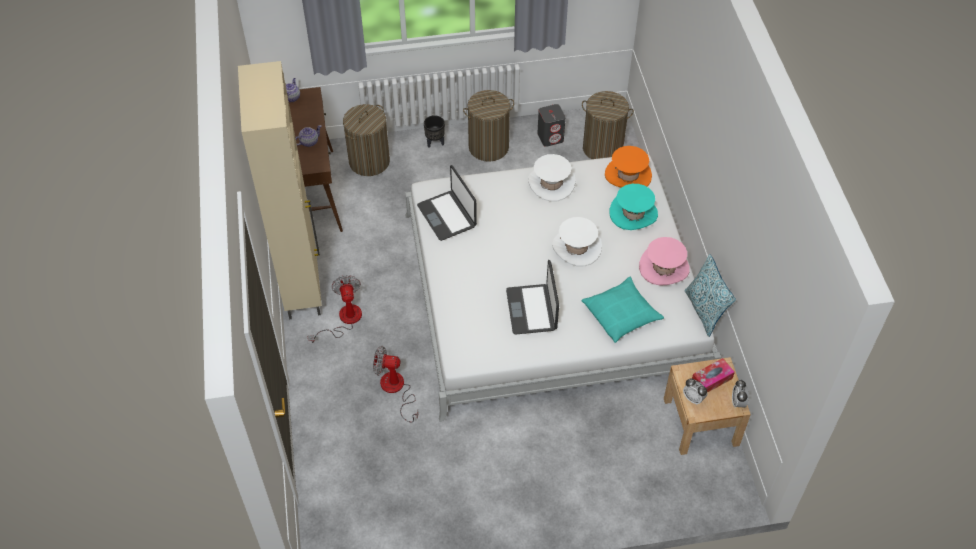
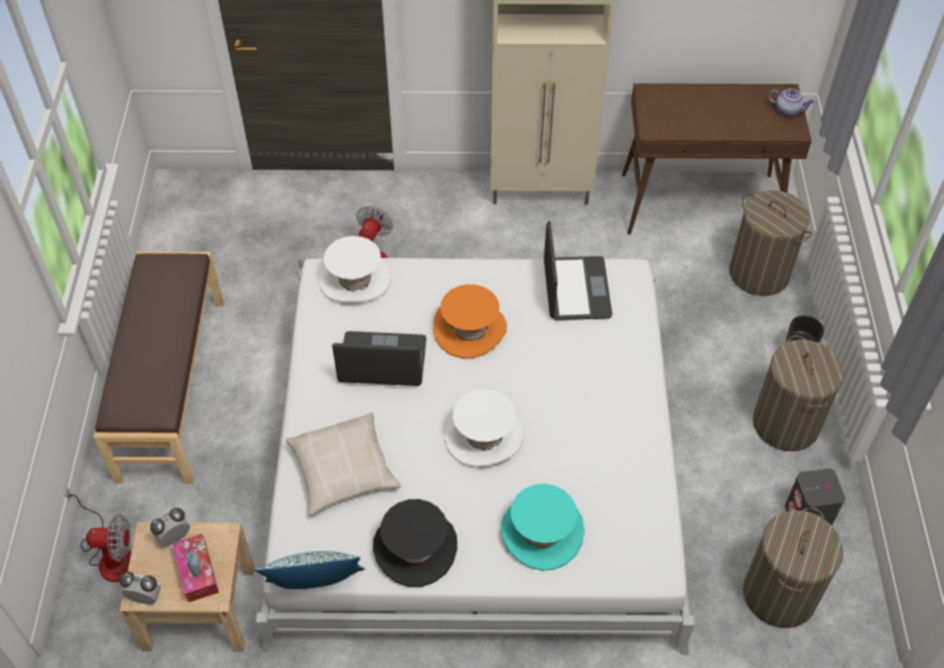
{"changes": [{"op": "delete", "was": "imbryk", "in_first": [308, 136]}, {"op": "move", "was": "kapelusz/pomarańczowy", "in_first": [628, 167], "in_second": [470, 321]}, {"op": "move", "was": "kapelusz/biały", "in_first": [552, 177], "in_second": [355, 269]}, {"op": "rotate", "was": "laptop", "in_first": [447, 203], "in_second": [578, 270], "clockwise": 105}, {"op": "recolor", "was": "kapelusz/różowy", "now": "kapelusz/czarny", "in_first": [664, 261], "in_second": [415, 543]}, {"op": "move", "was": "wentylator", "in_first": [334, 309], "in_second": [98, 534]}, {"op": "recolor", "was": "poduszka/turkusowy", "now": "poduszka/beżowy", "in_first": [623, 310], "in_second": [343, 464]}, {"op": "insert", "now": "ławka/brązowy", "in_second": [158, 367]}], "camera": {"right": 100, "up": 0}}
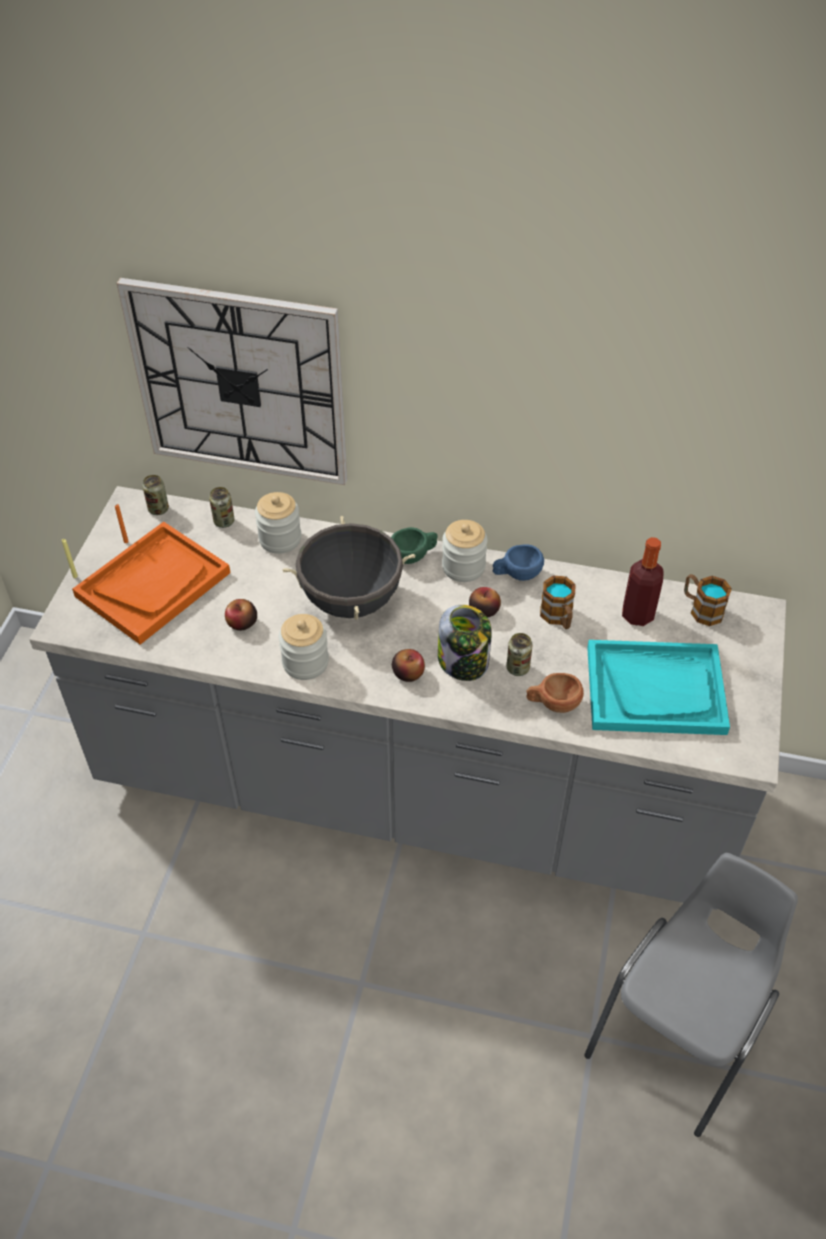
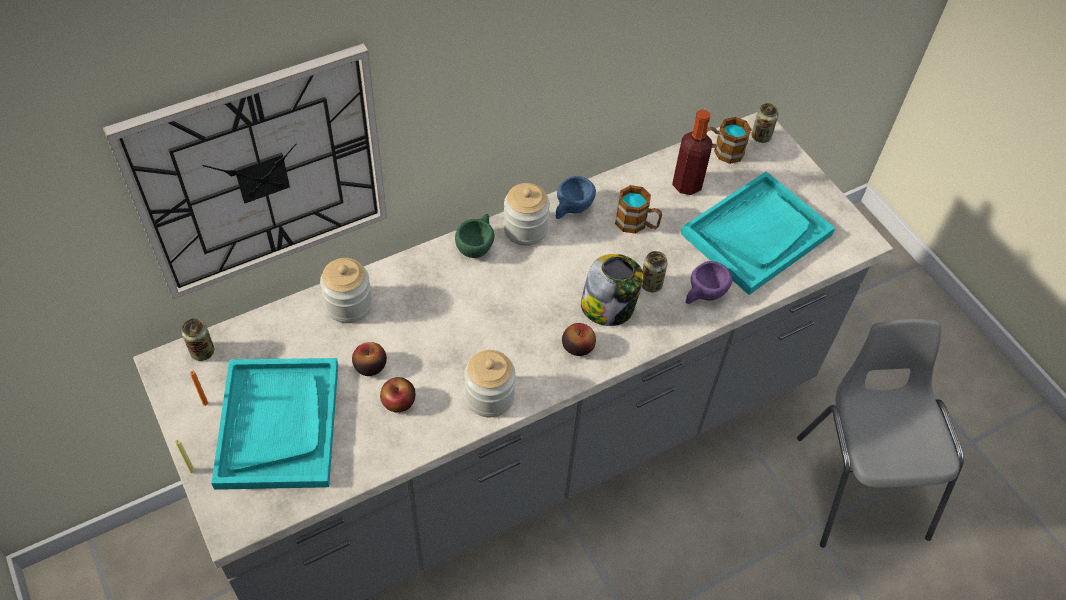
{"changes": [{"op": "move", "was": "puszka", "in_first": [221, 507], "in_second": [765, 123]}, {"op": "delete", "was": "garnek/czarny", "in_first": [349, 567]}, {"op": "recolor", "was": "taca/pomarańczowy", "now": "taca/turkusowy", "in_first": [151, 583], "in_second": [274, 424]}, {"op": "move", "was": "jabłko", "in_first": [485, 602], "in_second": [369, 359]}, {"op": "recolor", "was": "filiżanka/brązowy", "now": "filiżanka/fioletowy", "in_first": [555, 693], "in_second": [709, 282]}], "camera": {"right": -45, "up": 5}}
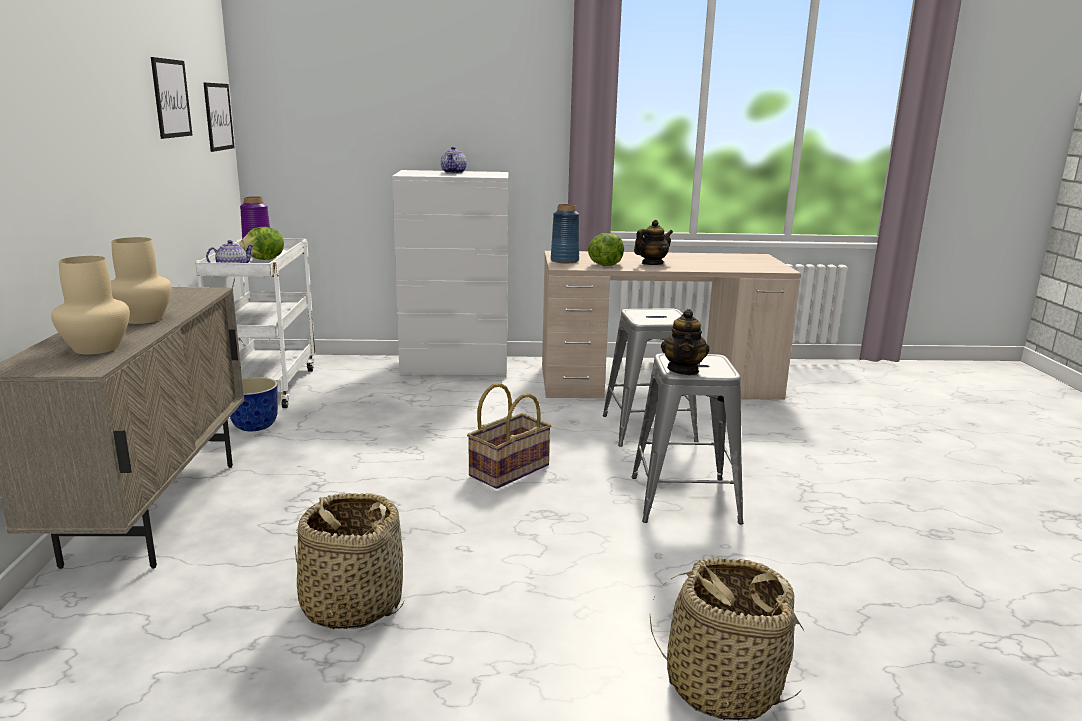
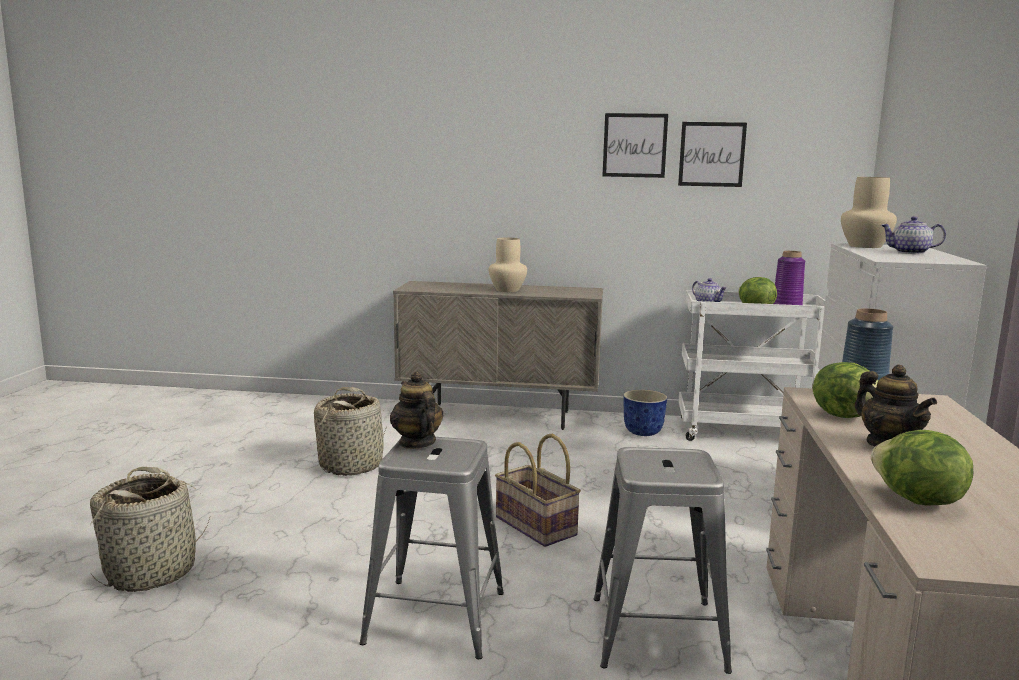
{"changes": [{"op": "move", "was": "obraz", "in_first": [219, 117], "in_second": [635, 145]}, {"op": "move", "was": "wazon/beżowy", "in_first": [90, 305], "in_second": [869, 212]}, {"op": "rotate", "was": "imbryk", "in_first": [685, 342], "in_second": [416, 410], "clockwise": 45}, {"op": "insert", "now": "sałata", "in_second": [922, 468]}], "camera": {"right": 100, "up": -5}}
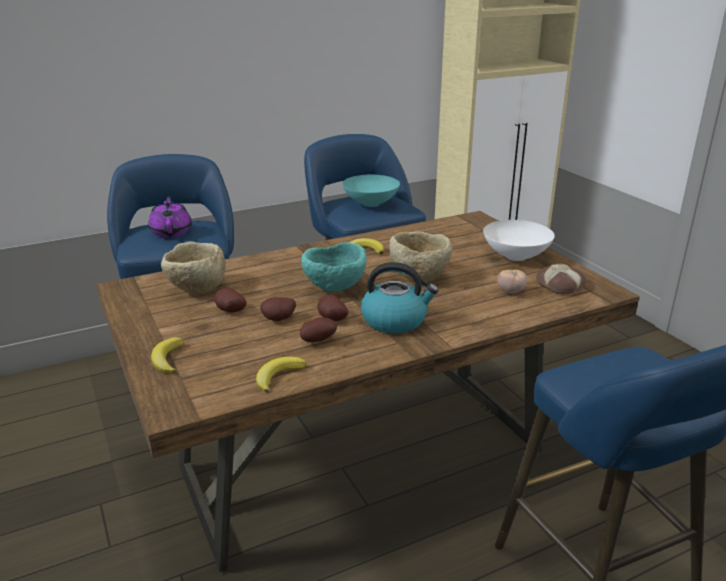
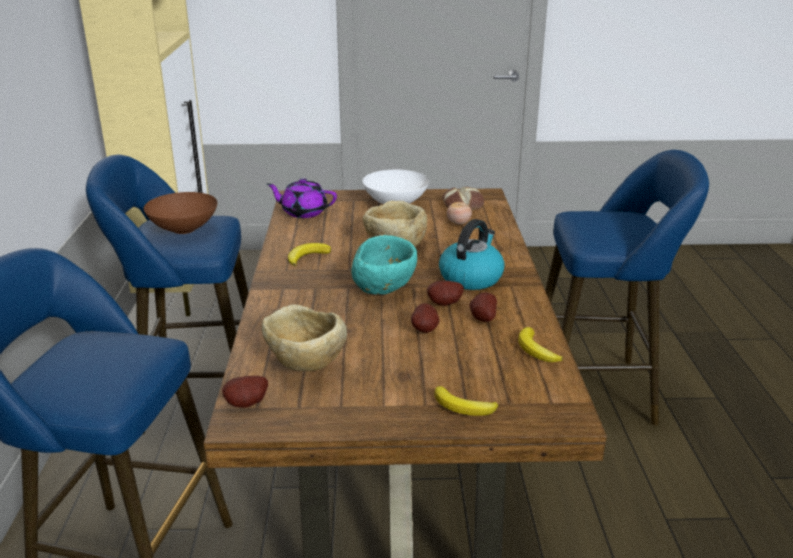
{"changes": [{"op": "recolor", "was": "miska/turkusowy", "now": "miska/brązowy", "in_first": [371, 191], "in_second": [180, 213]}, {"op": "move", "was": "imbryk/fioletowy", "in_first": [170, 217], "in_second": [301, 198]}, {"op": "move", "was": "ziemniak", "in_first": [230, 300], "in_second": [245, 392]}], "camera": {"right": -65, "up": 0}}
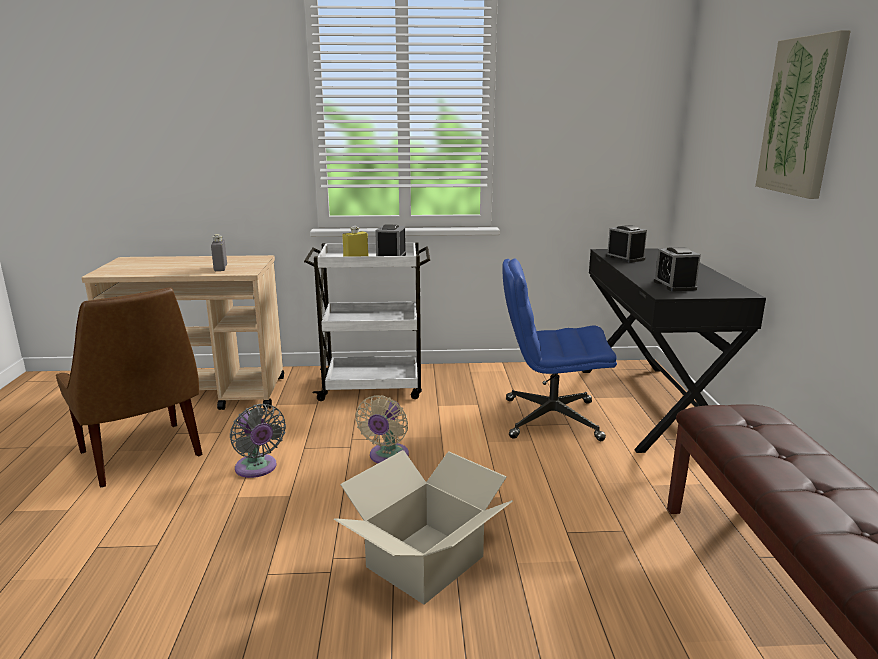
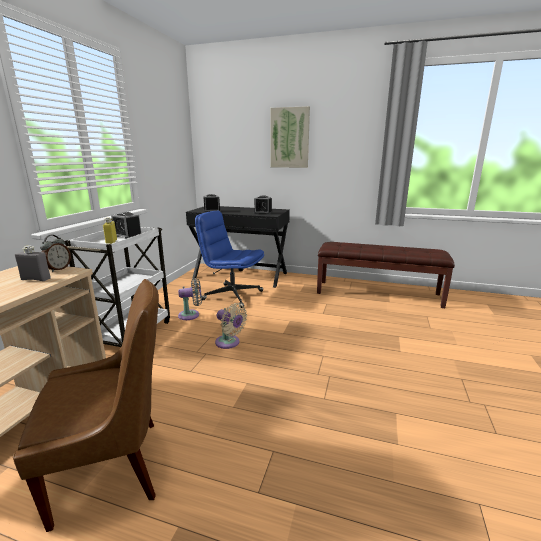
{"changes": [{"op": "rotate", "was": "krzesło biurowe/niebieski", "in_first": [560, 349], "in_second": [229, 259], "clockwise": 90}, {"op": "move", "was": "wentylator/szary", "in_first": [258, 441], "in_second": [190, 299]}, {"op": "delete", "was": "karton", "in_first": [423, 527]}, {"op": "insert", "now": "budzik", "in_second": [55, 253]}], "camera": {"right": -70, "up": 0}}
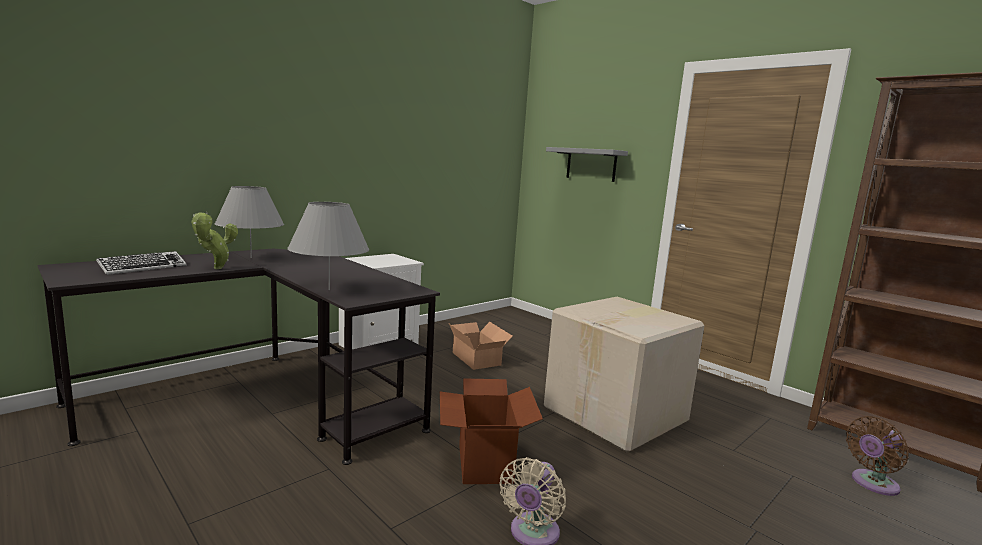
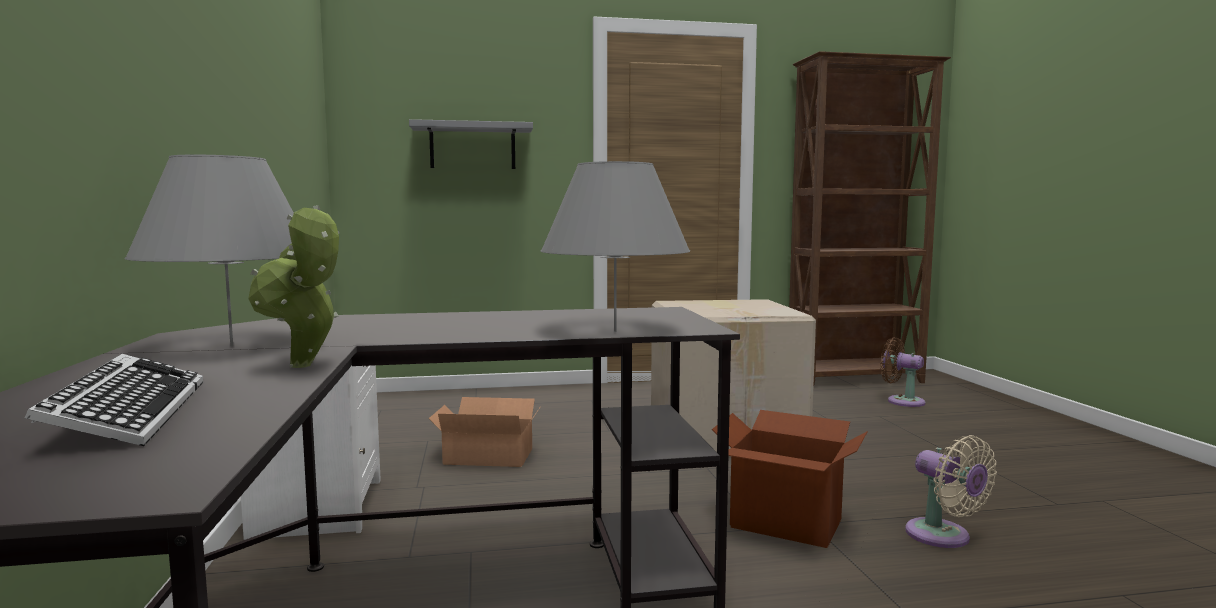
{"changes": [{"op": "rotate", "was": "wentylator/brązowy", "in_first": [877, 456], "in_second": [902, 372], "clockwise": 120}], "camera": {"right": -55, "up": -5}}
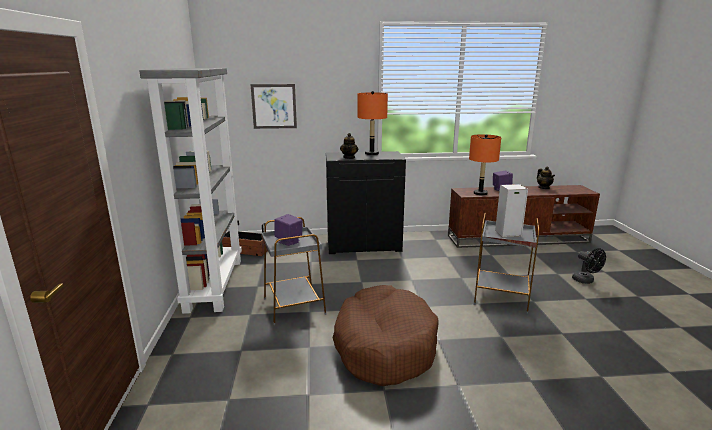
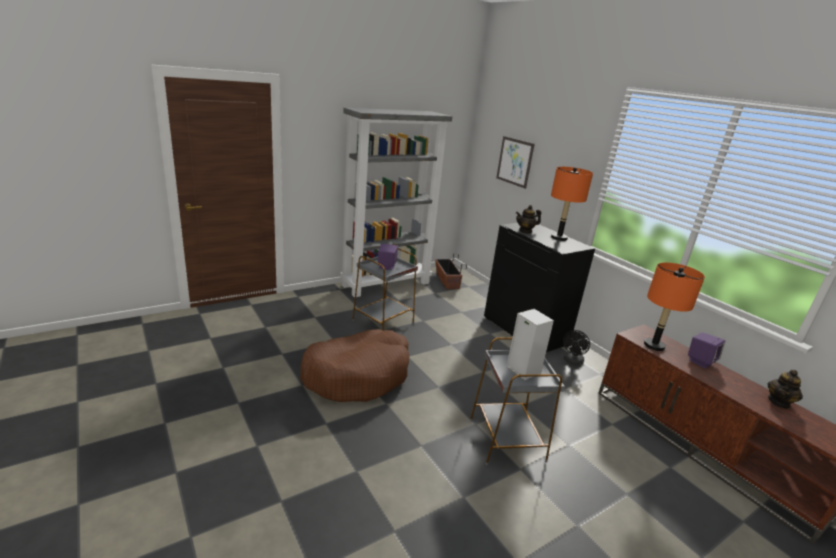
{"changes": [{"op": "move", "was": "wentylator/czarny", "in_first": [589, 266], "in_second": [576, 348]}], "camera": {"right": 60, "up": 5}}
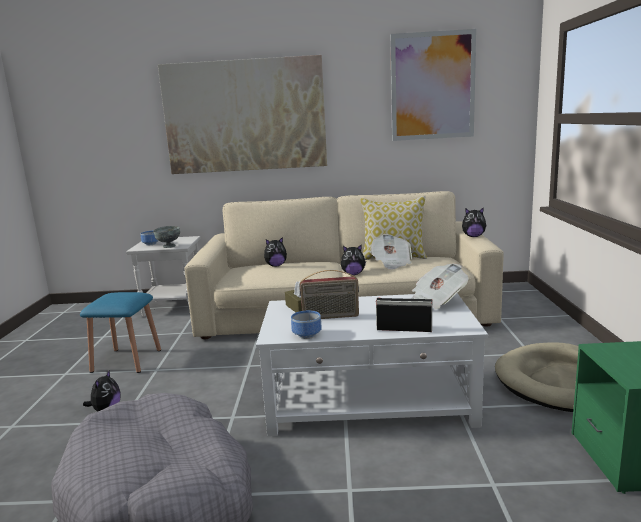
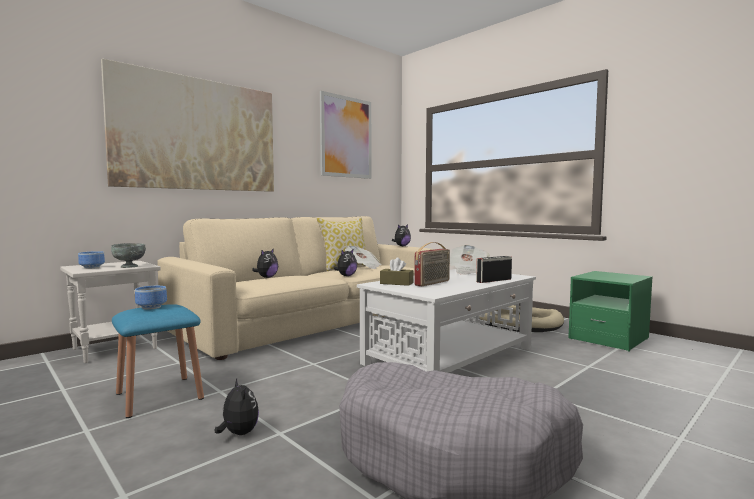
{"changes": [{"op": "move", "was": "miska", "in_first": [306, 325], "in_second": [151, 298]}], "camera": {"right": -45, "up": -10}}
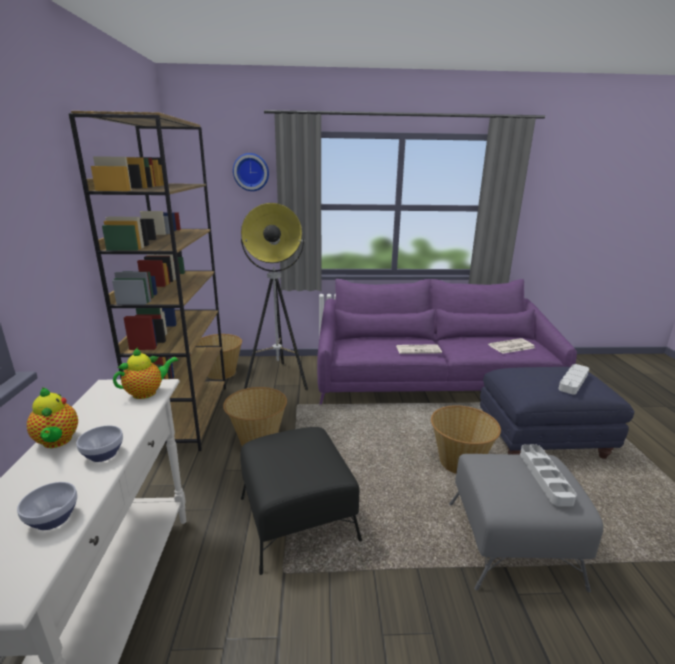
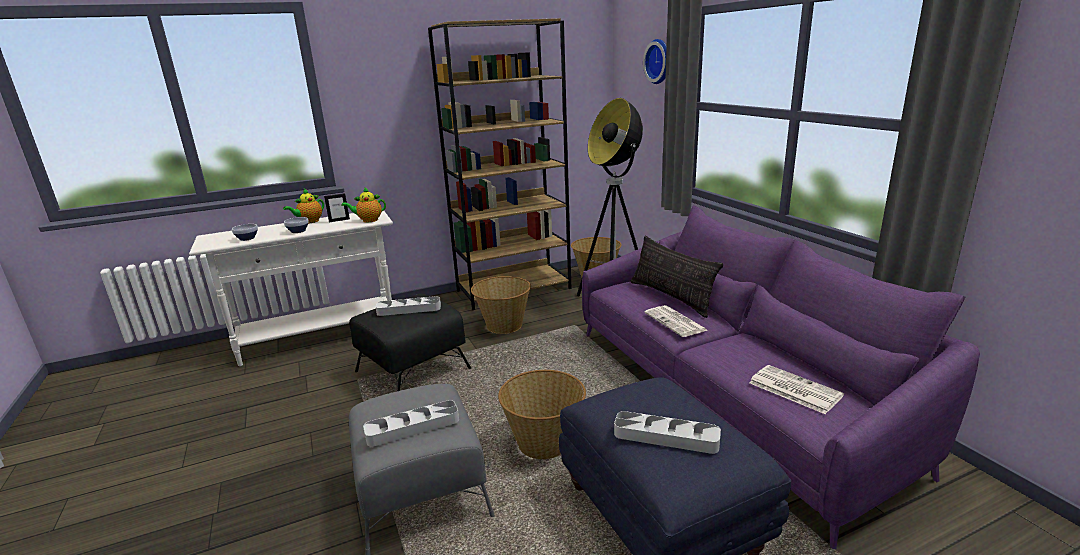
{"changes": [{"op": "rotate", "was": "imbryk", "in_first": [146, 373], "in_second": [364, 204], "clockwise": 135}, {"op": "insert", "now": "ramka na zdjęcie", "in_second": [337, 207]}, {"op": "insert", "now": "poduszka", "in_second": [677, 277]}, {"op": "insert", "now": "taca/szary", "in_second": [408, 306]}], "camera": {"right": 70, "up": 0}}
